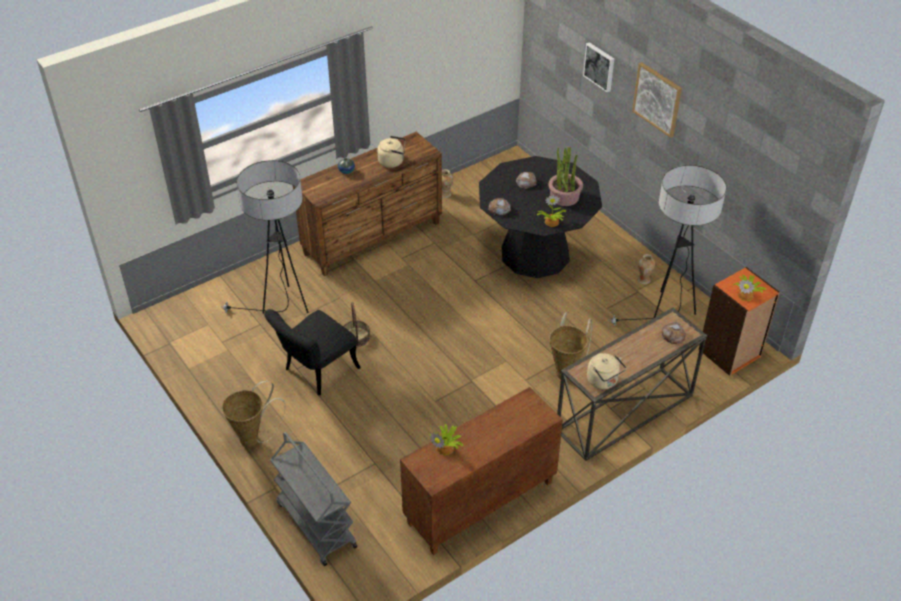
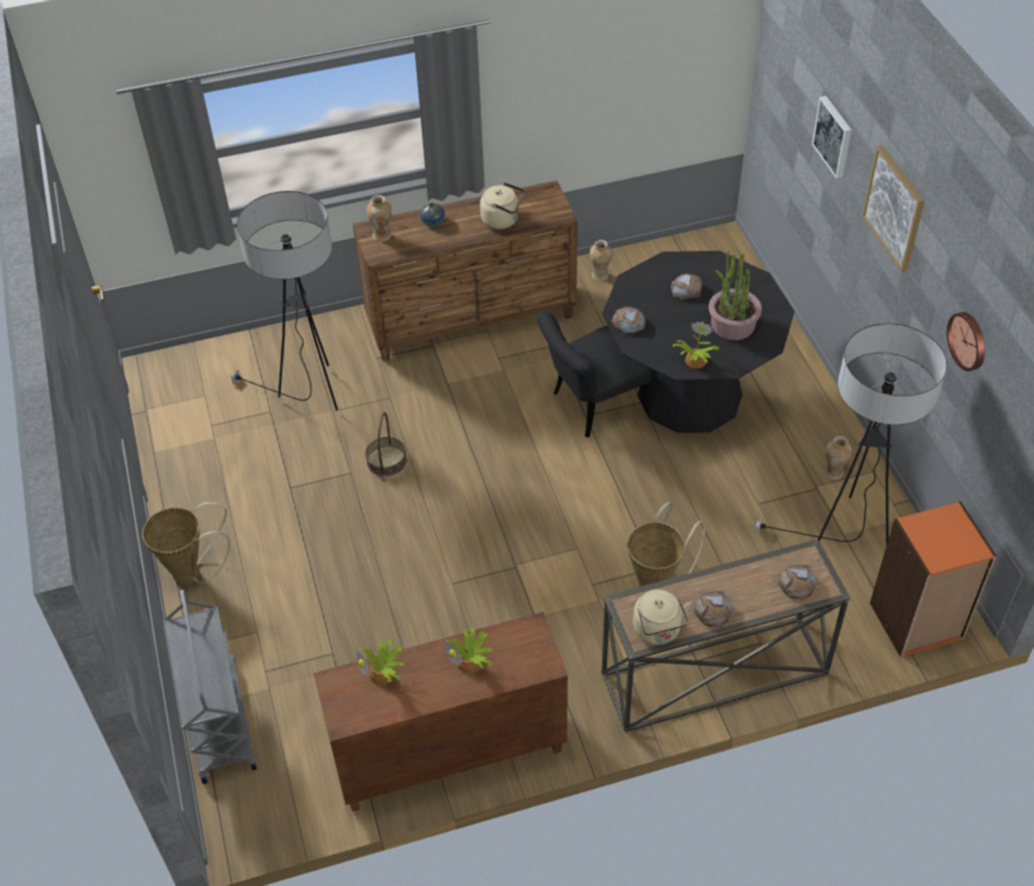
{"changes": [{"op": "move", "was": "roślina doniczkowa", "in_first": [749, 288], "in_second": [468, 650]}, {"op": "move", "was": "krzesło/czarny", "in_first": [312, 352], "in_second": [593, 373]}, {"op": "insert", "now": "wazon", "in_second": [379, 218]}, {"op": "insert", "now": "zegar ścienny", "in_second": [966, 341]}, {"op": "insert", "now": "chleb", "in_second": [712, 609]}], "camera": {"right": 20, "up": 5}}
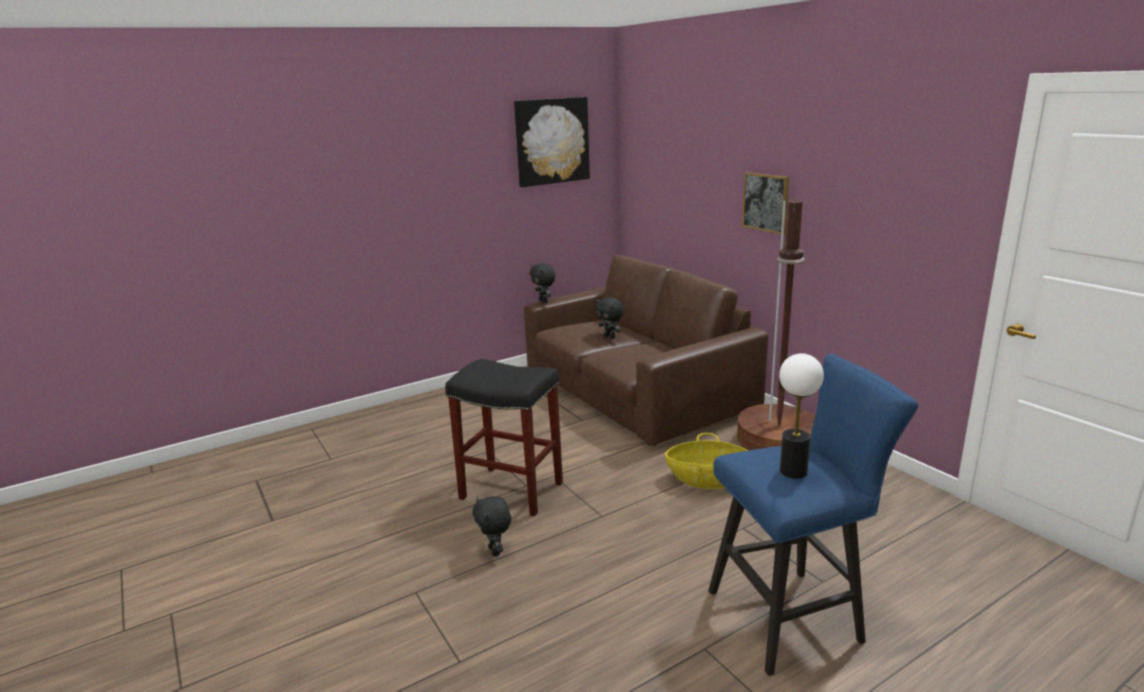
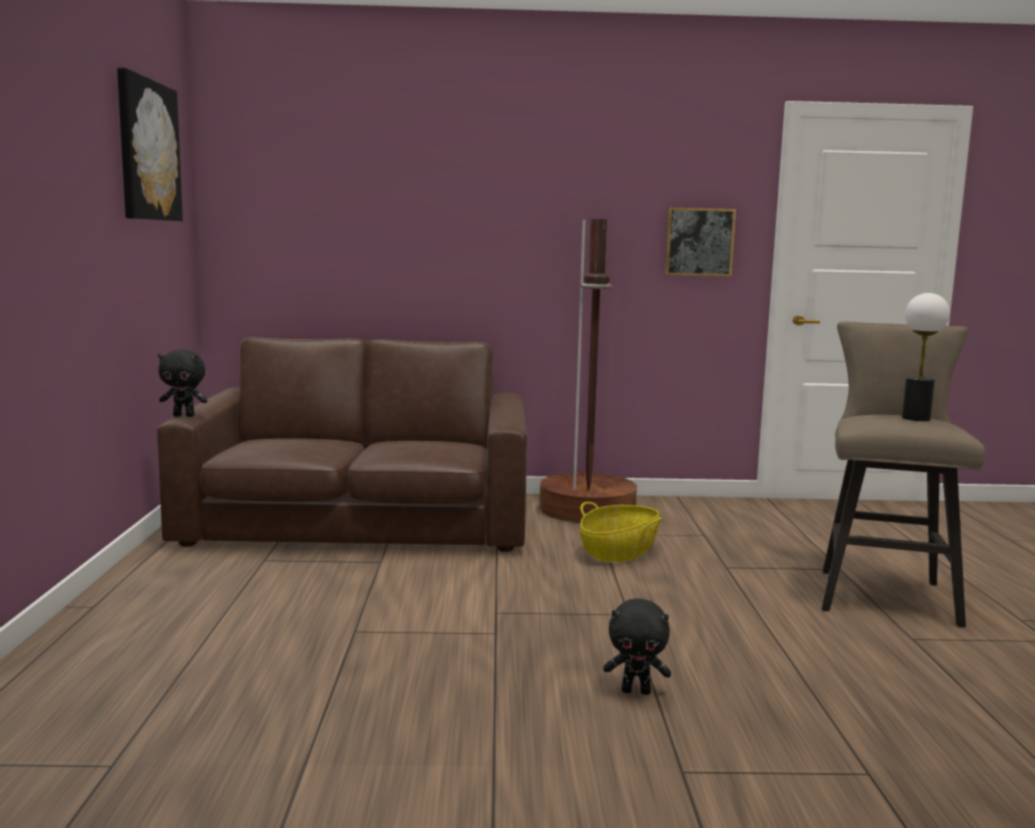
{"changes": [{"op": "move", "was": "obraz", "in_first": [765, 203], "in_second": [700, 242]}, {"op": "delete", "was": "pluszak/czarny", "in_first": [609, 318]}, {"op": "recolor", "was": "stołek/niebieski", "now": "stołek/beżowy", "in_first": [813, 515], "in_second": [903, 474]}, {"op": "delete", "was": "stołek/czarny", "in_first": [504, 437]}], "camera": {"right": -60, "up": -10}}
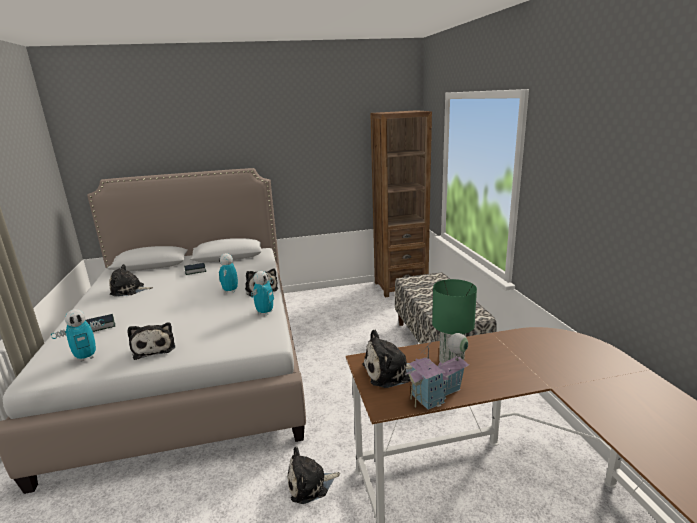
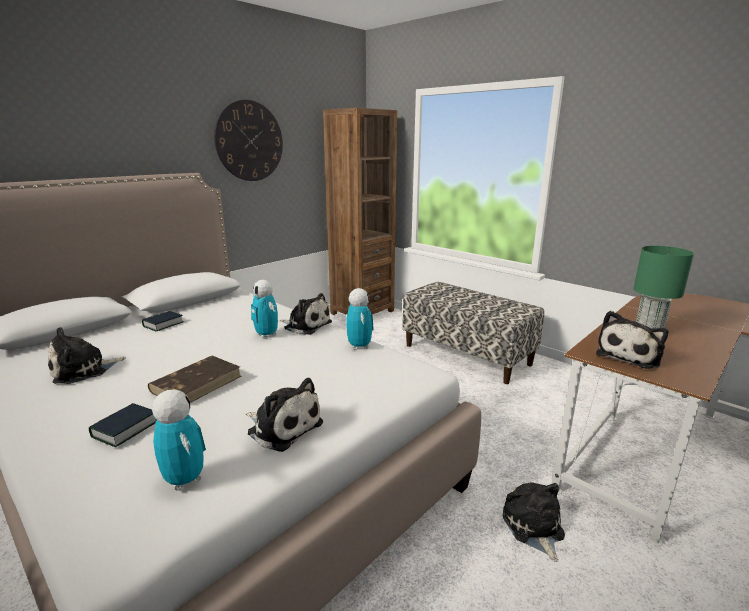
{"changes": [{"op": "rotate", "was": "robot zabawkowy", "in_first": [78, 335], "in_second": [179, 440], "clockwise": -60}, {"op": "delete", "was": "domek", "in_first": [437, 371]}, {"op": "rotate", "was": "pluszak", "in_first": [313, 475], "in_second": [534, 522], "clockwise": 135}, {"op": "insert", "now": "zegar ścienny", "in_second": [248, 140]}, {"op": "insert", "now": "książka/brązowy", "in_second": [194, 379]}], "camera": {"right": -35, "up": 0}}
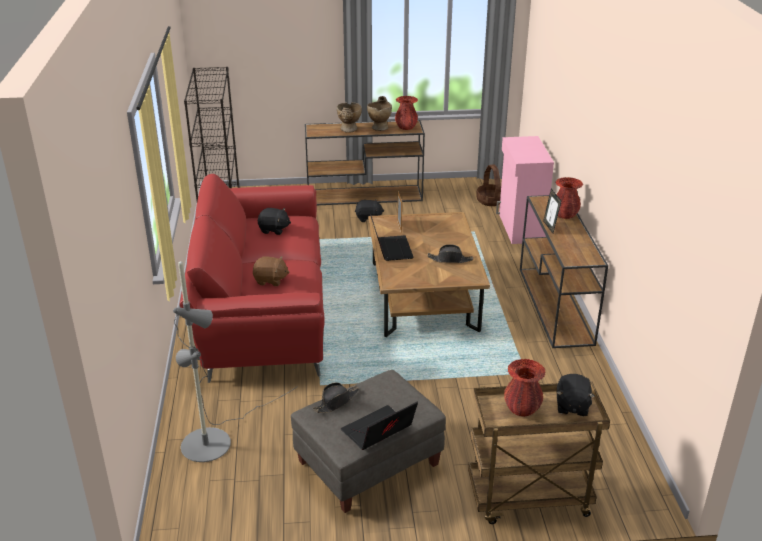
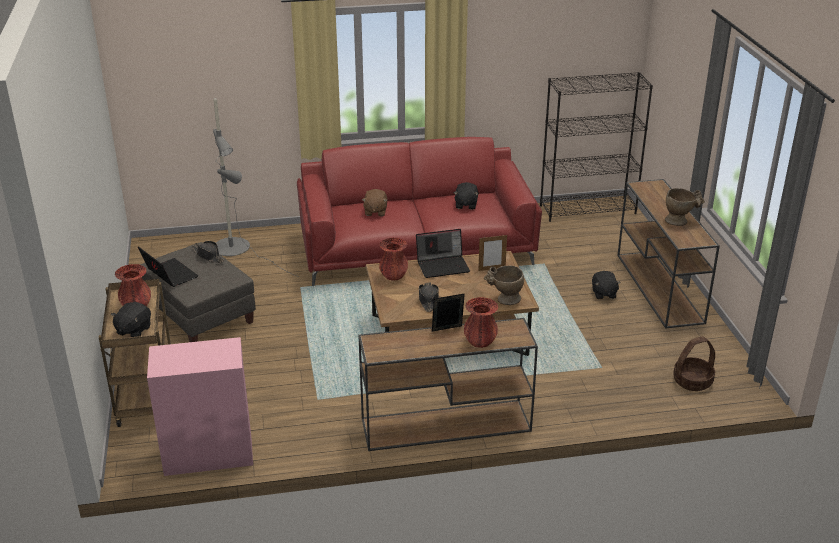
{"changes": [{"op": "move", "was": "wazon/czerwony", "in_first": [406, 113], "in_second": [393, 259]}, {"op": "move", "was": "wazon/beżowy", "in_first": [349, 117], "in_second": [504, 285]}, {"op": "move", "was": "szafka/różowy", "in_first": [525, 190], "in_second": [200, 406]}, {"op": "rotate", "was": "pluszak/czarny", "in_first": [576, 395], "in_second": [130, 319], "clockwise": -75}], "camera": {"right": 85, "up": 0}}
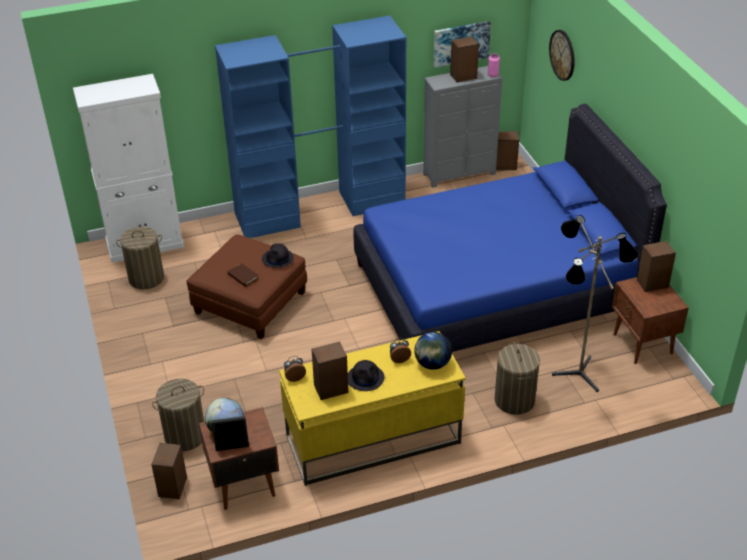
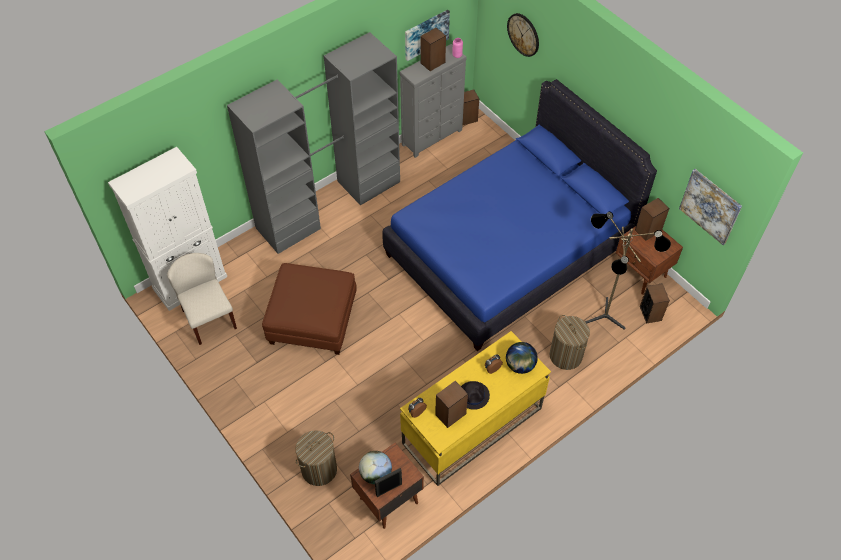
{"changes": [{"op": "recolor", "was": "szafa/niebieski", "now": "szafa/szary", "in_first": [310, 127], "in_second": [313, 143]}, {"op": "replace", "was": "kosz na pranie", "now": "krzesło/beżowy", "in_first": [140, 257], "in_second": [202, 299]}, {"op": "delete", "was": "kapelusz/czarny", "in_first": [278, 255]}, {"op": "delete", "was": "książka/brązowy", "in_first": [243, 274]}, {"op": "move", "was": "głośnik", "in_first": [169, 471], "in_second": [655, 304]}, {"op": "insert", "now": "obraz", "in_second": [710, 207]}], "camera": {"right": -20, "up": 15}}
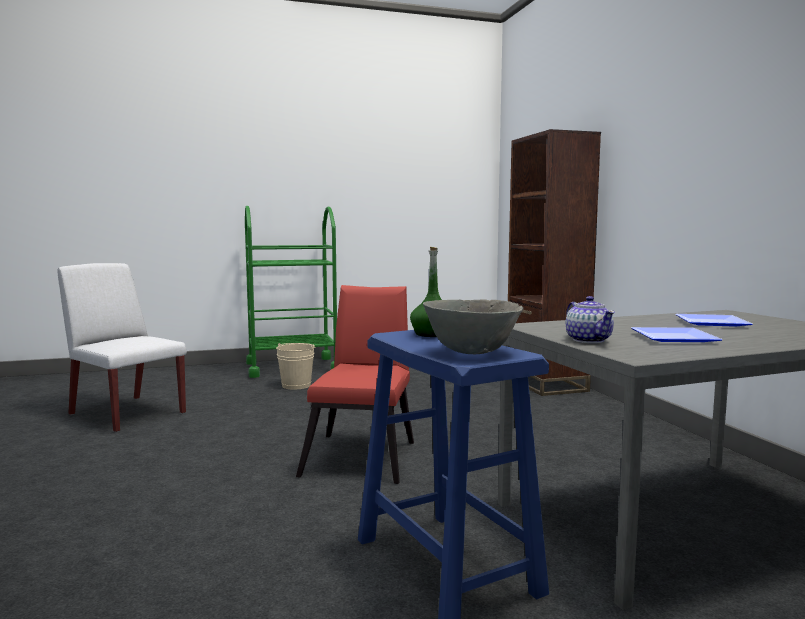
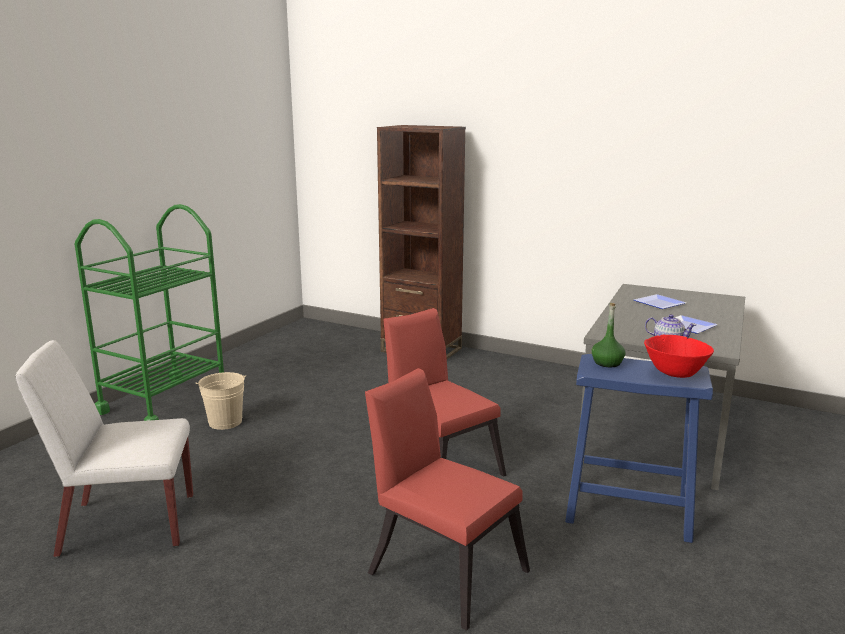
{"changes": [{"op": "recolor", "was": "miska/szary", "now": "miska/czerwony", "in_first": [473, 326], "in_second": [679, 356]}, {"op": "insert", "now": "krzesło/czerwony", "in_second": [447, 499]}], "camera": {"right": -45, "up": 10}}
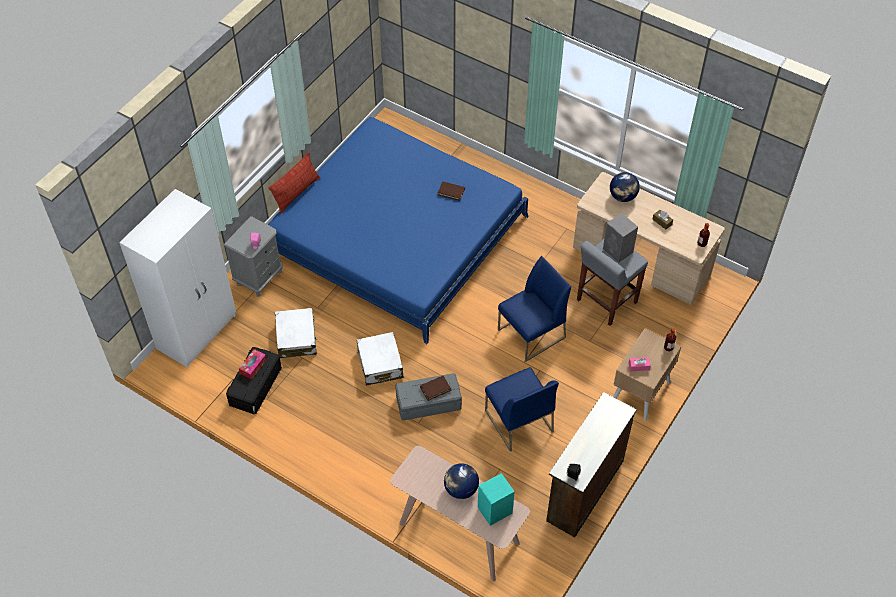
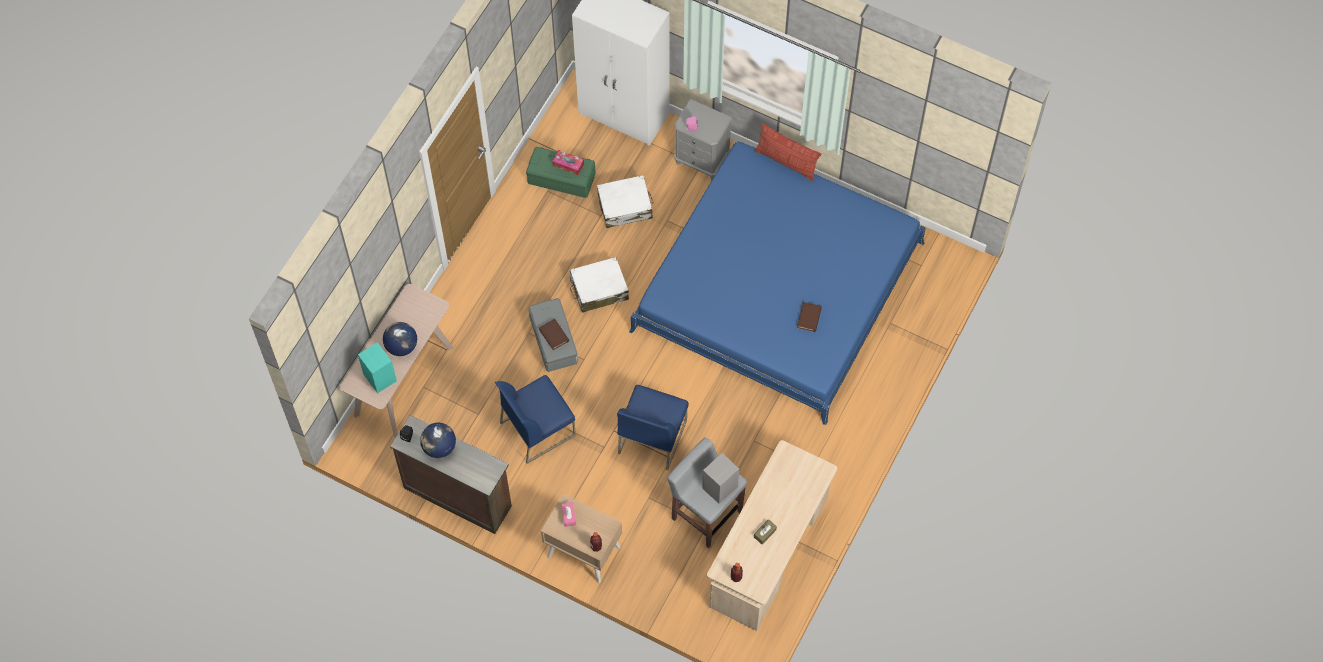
{"changes": [{"op": "move", "was": "globus", "in_first": [625, 187], "in_second": [438, 440]}, {"op": "rotate", "was": "krzesło/niebieski", "in_first": [534, 308], "in_second": [653, 427], "clockwise": 60}, {"op": "recolor", "was": "pojemnik do przechowywania/czarny", "now": "pojemnik do przechowywania/zielony", "in_first": [254, 380], "in_second": [561, 172]}], "camera": {"right": 85, "up": 10}}
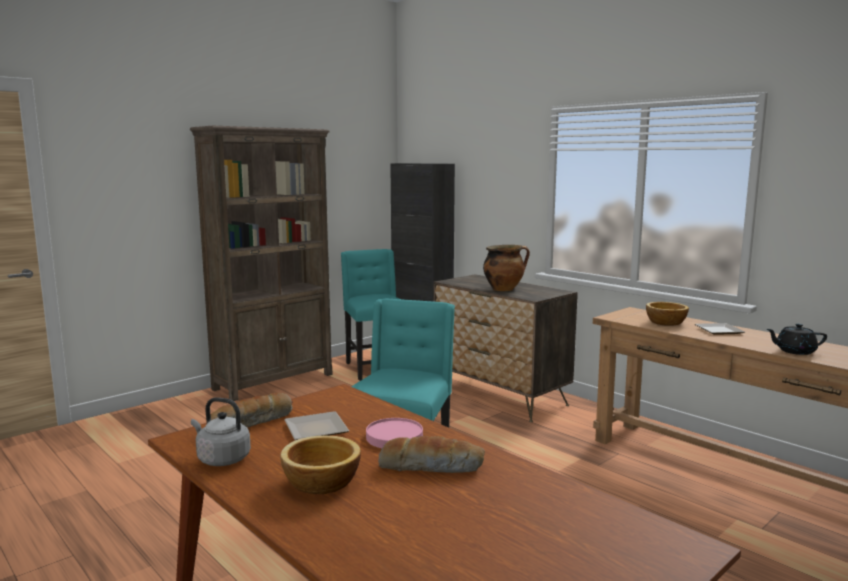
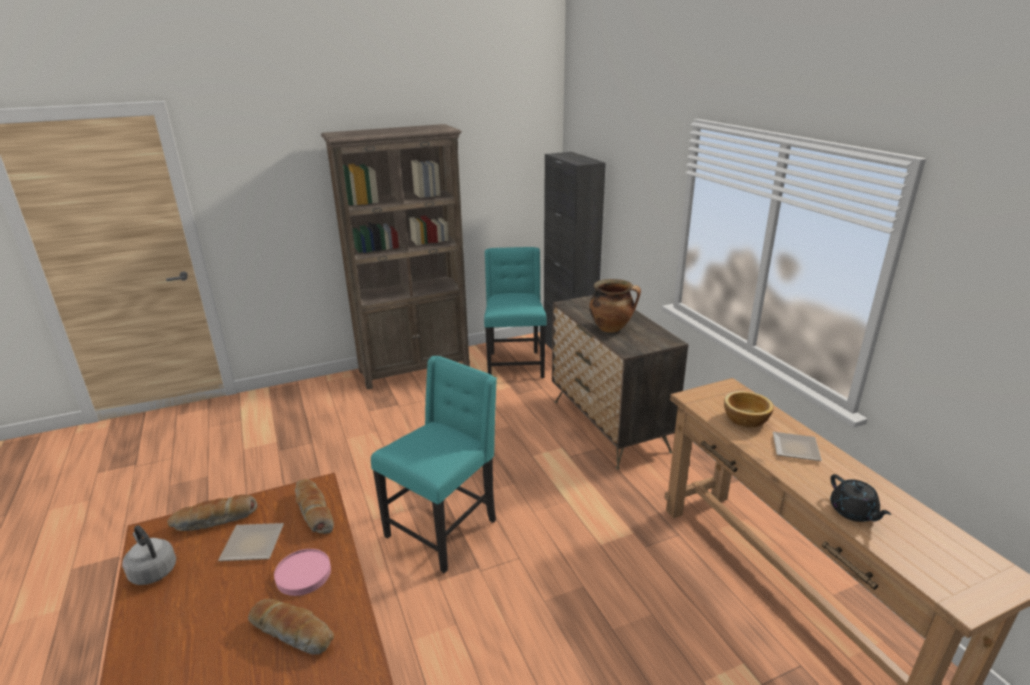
{"changes": [{"op": "rotate", "was": "imbryk/czarny", "in_first": [796, 339], "in_second": [860, 498], "clockwise": -135}, {"op": "delete", "was": "miska", "in_first": [320, 465]}, {"op": "insert", "now": "chleb", "in_second": [314, 506]}], "camera": {"right": 20, "up": 15}}
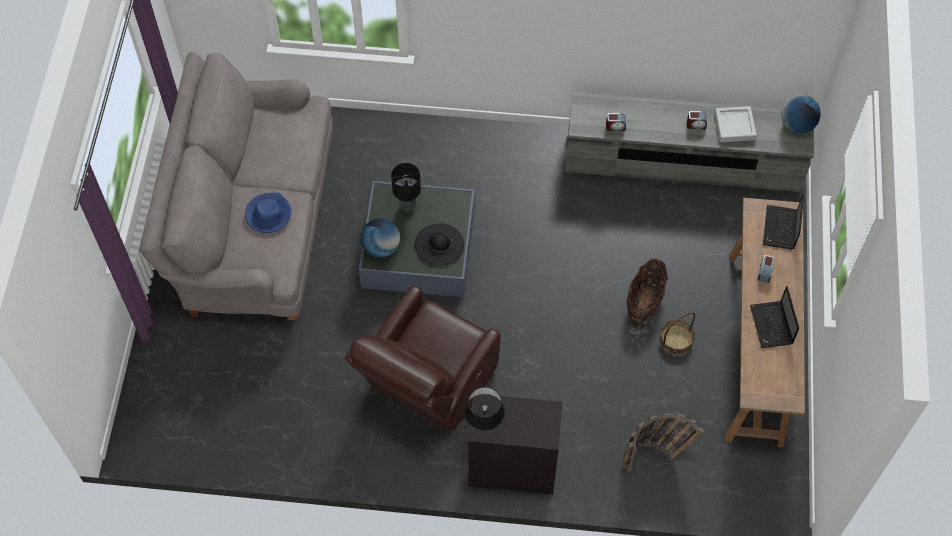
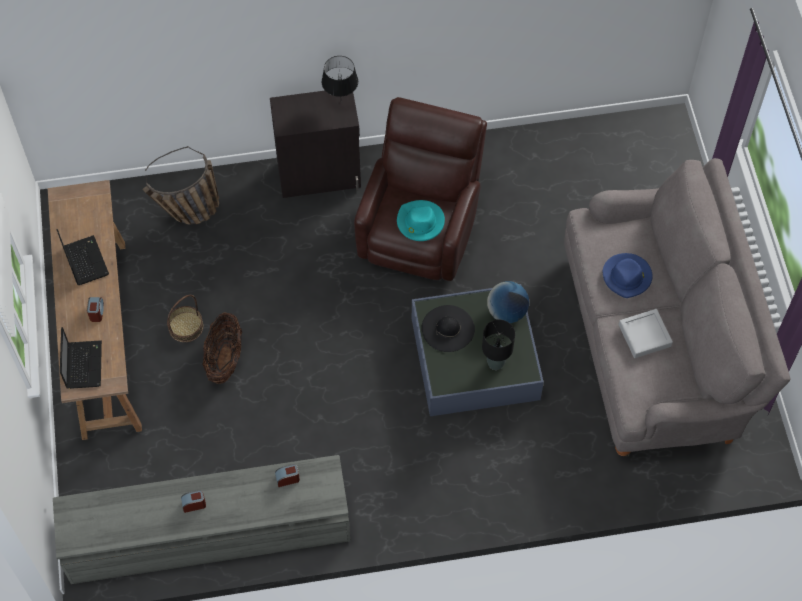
{"changes": [{"op": "delete", "was": "globus", "in_first": [801, 114]}, {"op": "move", "was": "taca/szary", "in_first": [735, 124], "in_second": [646, 333]}, {"op": "insert", "now": "kapelusz/turkusowy", "in_second": [421, 220]}], "camera": {"right": 165, "up": 0}}
